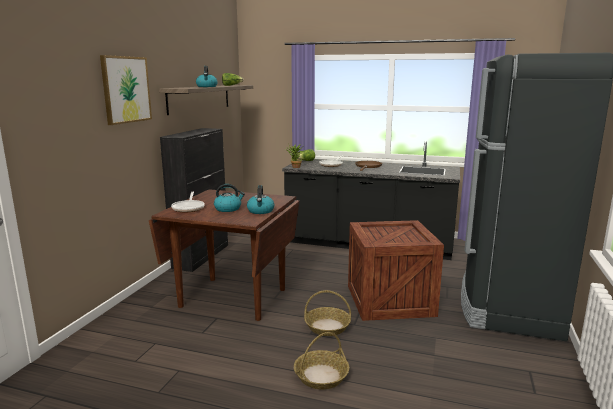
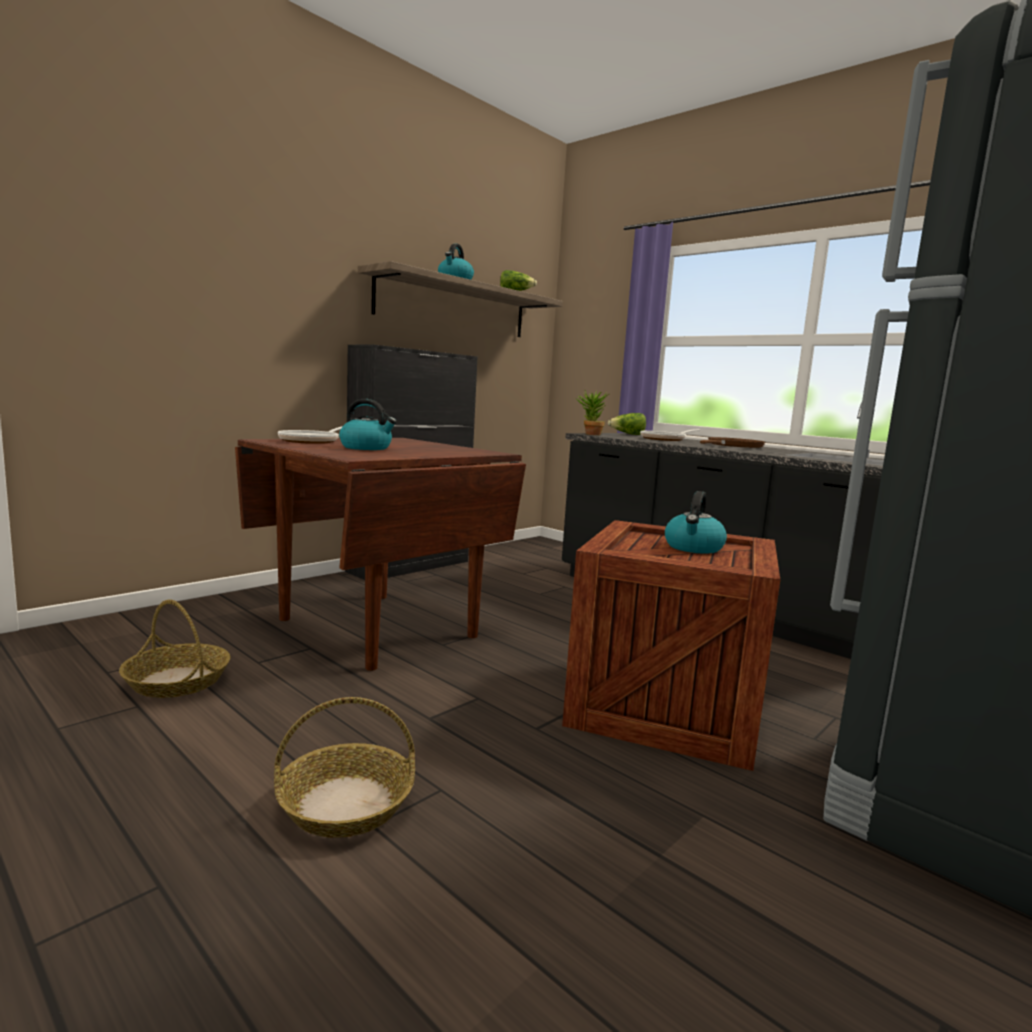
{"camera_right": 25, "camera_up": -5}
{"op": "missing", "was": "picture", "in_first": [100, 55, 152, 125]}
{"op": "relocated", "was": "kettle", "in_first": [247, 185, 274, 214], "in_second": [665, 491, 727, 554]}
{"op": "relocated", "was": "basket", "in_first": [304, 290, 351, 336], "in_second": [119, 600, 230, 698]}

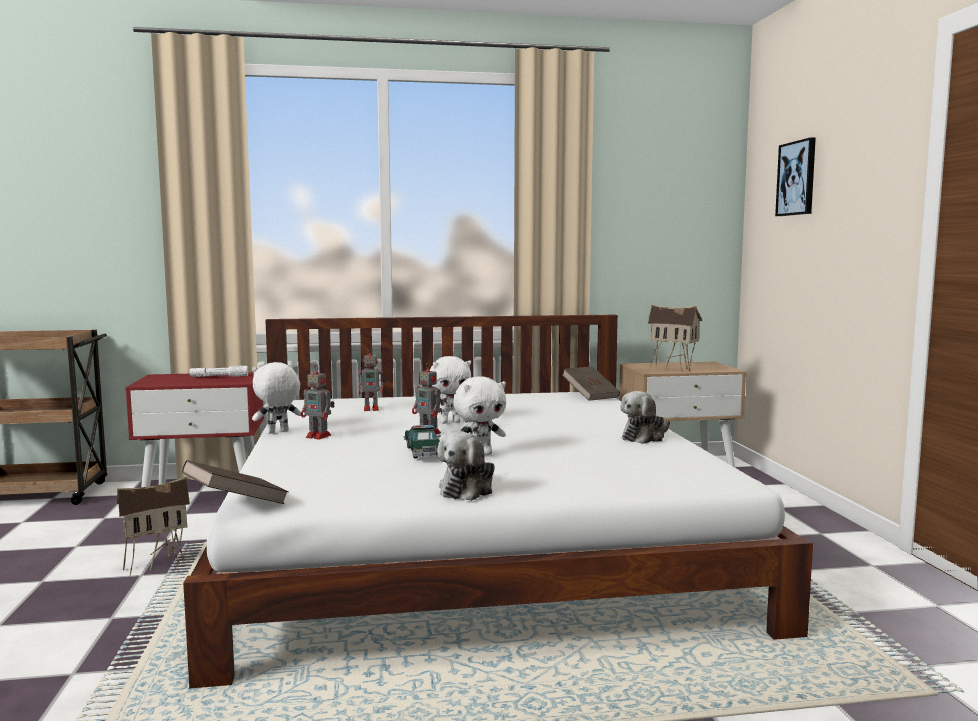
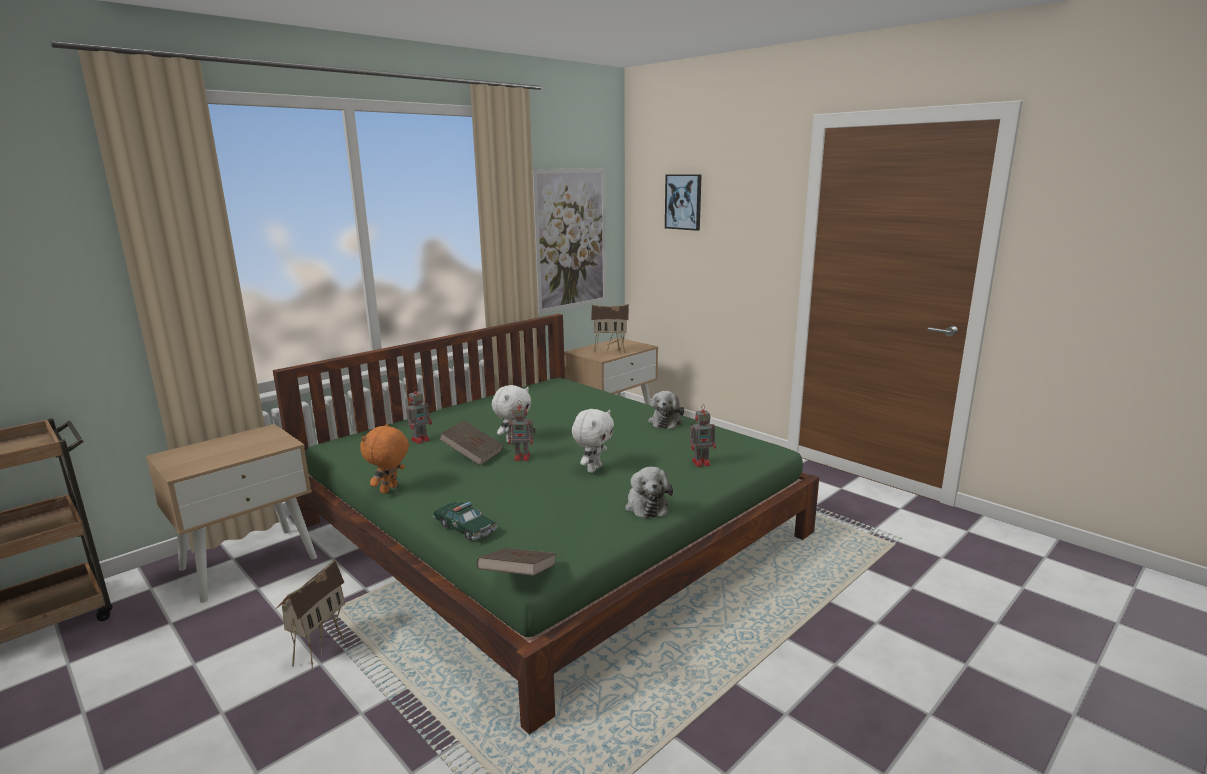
{"camera_right": -35, "camera_up": 10}
{"op": "colour", "was": "bed/white", "now": "bed/green", "in_first": [183, 315, 813, 689], "in_second": [273, 314, 819, 735]}
{"op": "colour", "was": "plush toy/white", "now": "plush toy/orange", "in_first": [252, 362, 301, 434], "in_second": [360, 424, 409, 494]}
{"op": "missing", "was": "flashlight/white", "in_first": [189, 365, 248, 377]}
{"op": "relocated", "was": "toy robot", "in_first": [301, 365, 335, 439], "in_second": [690, 405, 716, 467]}
{"op": "relocated", "was": "book/brown", "in_first": [562, 366, 620, 401], "in_second": [439, 421, 504, 465]}
{"op": "colour", "was": "nightstand/red", "now": "nightstand/beige", "in_first": [125, 372, 264, 487], "in_second": [146, 424, 317, 603]}
{"op": "relocated", "was": "toy car", "in_first": [403, 425, 441, 459], "in_second": [433, 502, 497, 541]}
{"op": "appeared", "now": "picture", "in_second": [532, 168, 606, 314]}

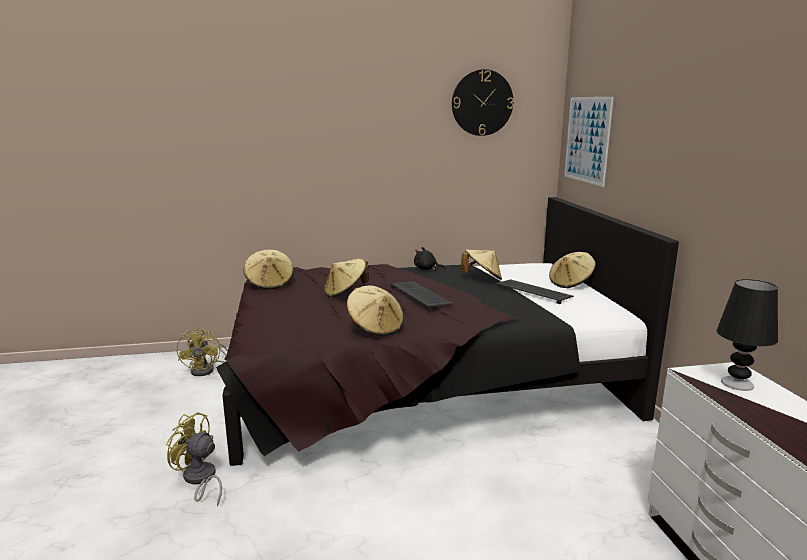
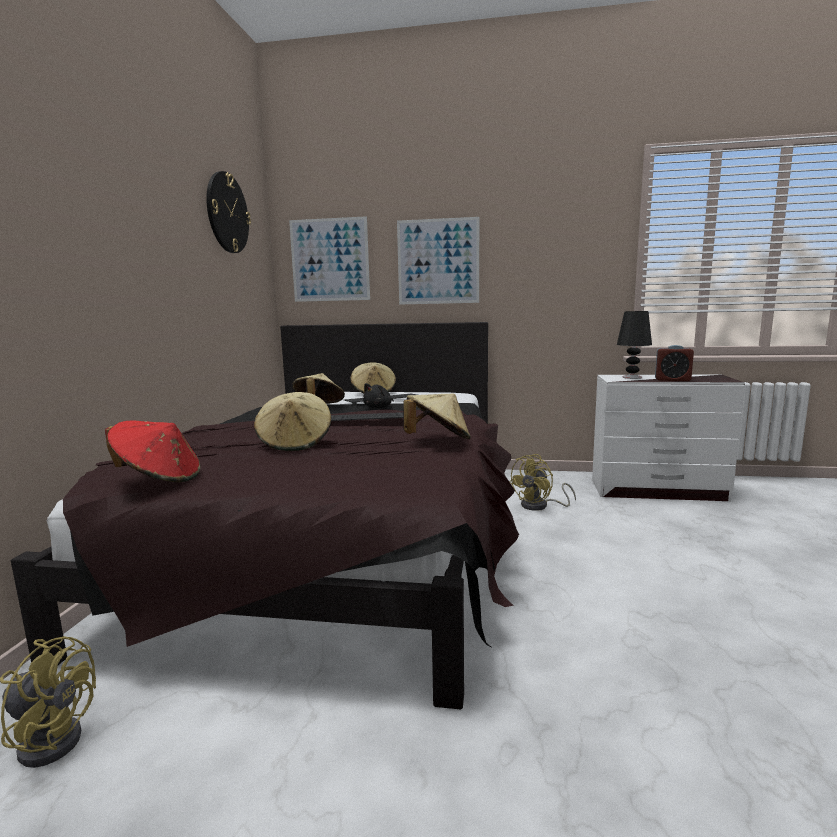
{"camera_right": -70, "camera_up": -5}
{"op": "relocated", "was": "plush toy/black", "in_first": [414, 247, 445, 270], "in_second": [363, 383, 394, 408]}
{"op": "colour", "was": "hat/beige", "now": "hat/red", "in_first": [243, 250, 294, 289], "in_second": [105, 421, 200, 482]}
{"op": "relocated", "was": "fan/yellow", "in_first": [166, 412, 222, 507], "in_second": [510, 454, 576, 511]}
{"op": "appeared", "now": "picture", "in_second": [397, 217, 479, 305]}
{"op": "appeared", "now": "alarm clock", "in_second": [655, 345, 694, 381]}

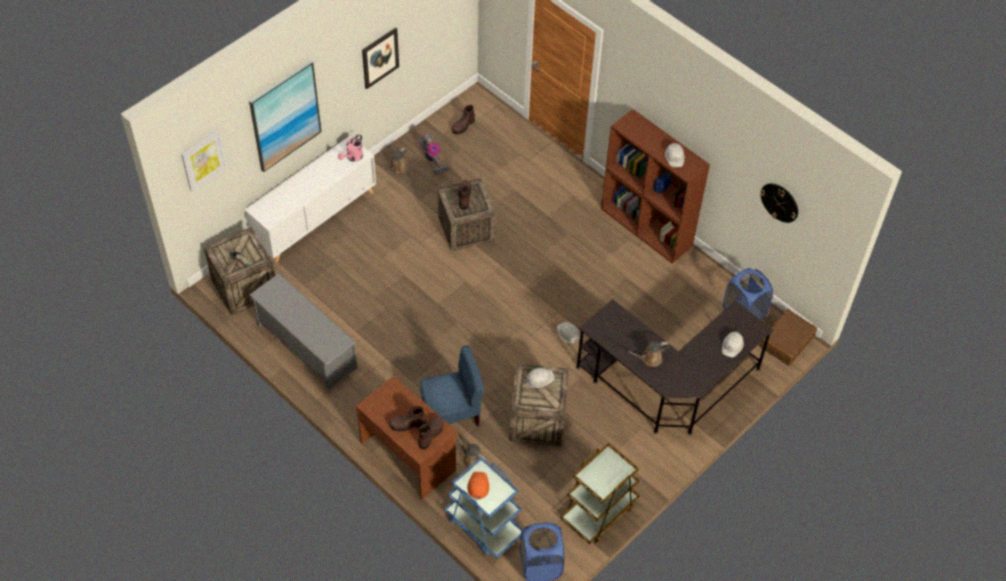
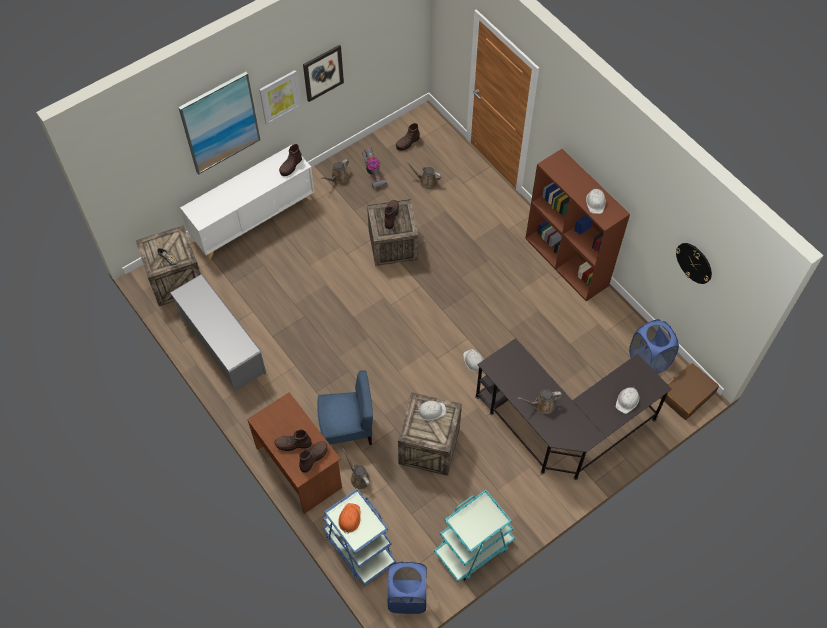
{"camera_right": 10, "camera_up": 5}
{"op": "relocated", "was": "picture", "in_first": [181, 130, 227, 192], "in_second": [259, 70, 301, 125]}
{"op": "exchanged", "was": "watering can/pink", "now": "boot/brown", "in_first": [338, 134, 363, 162], "in_second": [279, 144, 302, 176]}
{"op": "colour", "was": "cart/brown", "now": "cart/turquoise", "in_first": [561, 443, 639, 544], "in_second": [434, 490, 515, 582]}
{"op": "appeared", "now": "watering can/brown", "in_second": [406, 161, 442, 189]}

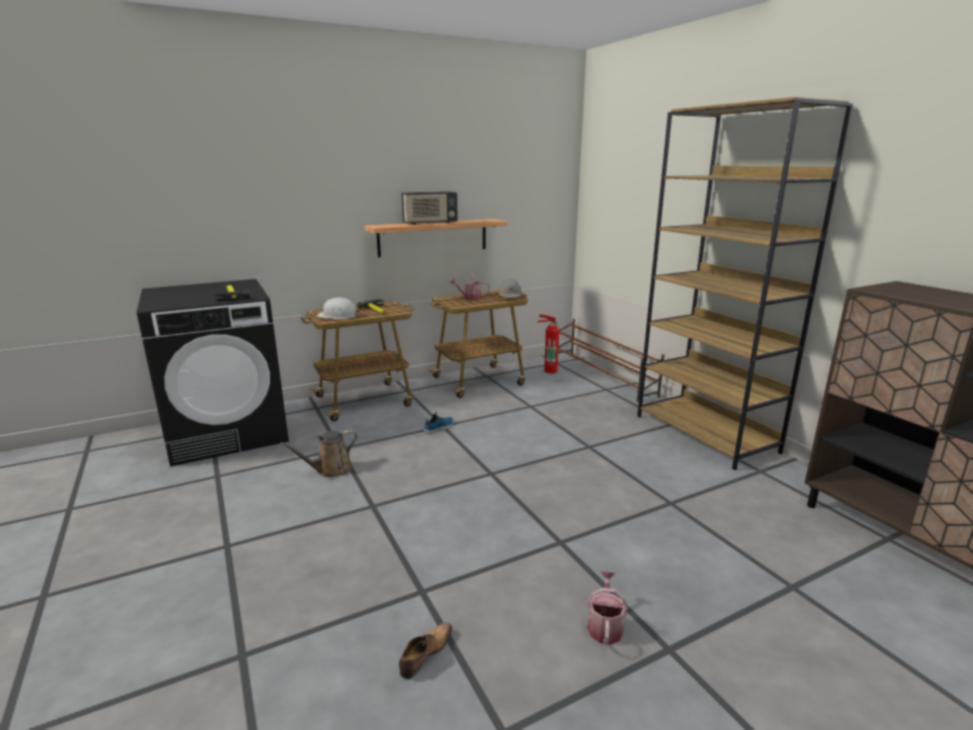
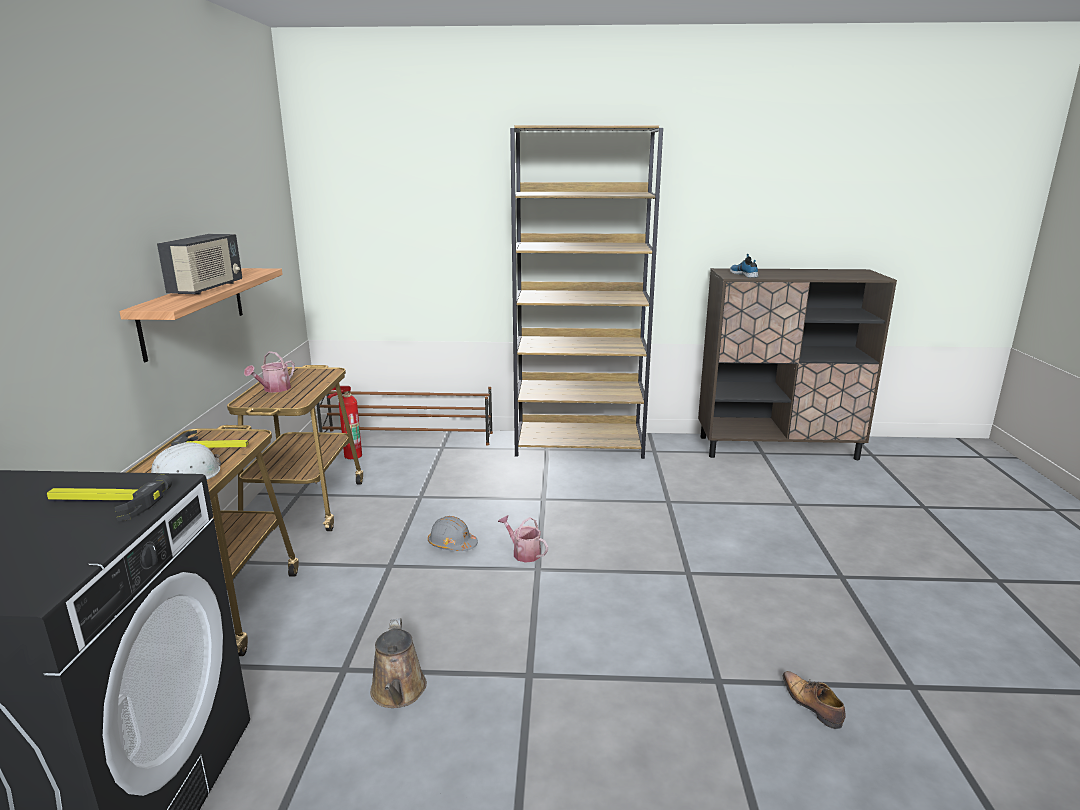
{"camera_right": -60, "camera_up": 0}
{"op": "relocated", "was": "hard hat/grey", "in_first": [498, 278, 523, 298], "in_second": [428, 516, 478, 552]}
{"op": "relocated", "was": "shoe", "in_first": [424, 412, 453, 434], "in_second": [730, 254, 758, 278]}
{"op": "relocated", "was": "watering can", "in_first": [587, 571, 628, 645], "in_second": [498, 515, 548, 563]}

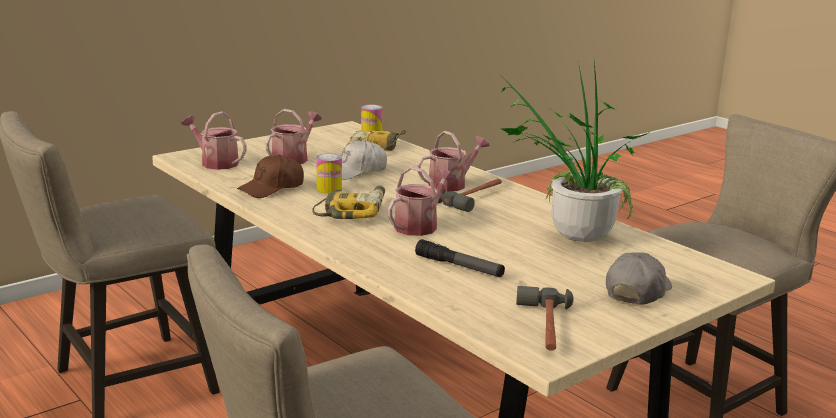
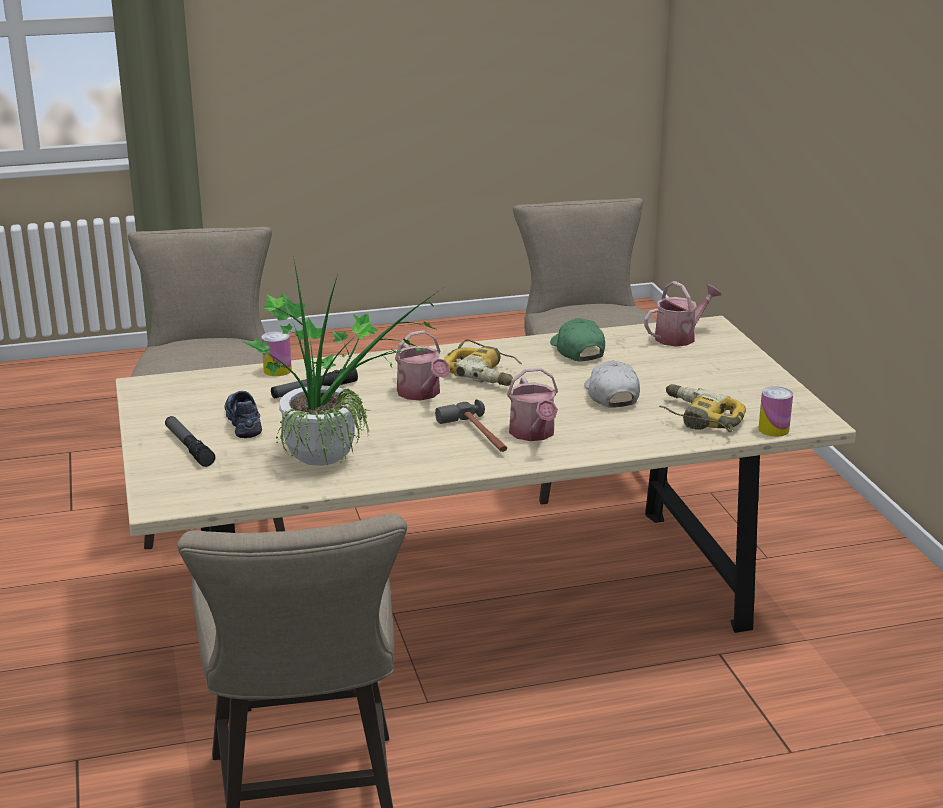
{"camera_right": 115, "camera_up": 5}
{"op": "missing", "was": "watering can", "in_first": [265, 109, 322, 164]}
{"op": "relocated", "was": "can", "in_first": [316, 153, 342, 194], "in_second": [261, 331, 292, 376]}
{"op": "colour", "was": "cap/brown", "now": "cap/green", "in_first": [237, 155, 304, 198], "in_second": [550, 318, 605, 361]}
{"op": "exchanged", "was": "cap/grey", "now": "flashlight", "in_first": [606, 252, 672, 305], "in_second": [165, 416, 215, 467]}
{"op": "missing", "was": "hammer", "in_first": [516, 286, 573, 351]}
{"op": "appeared", "now": "shoe", "in_second": [224, 391, 262, 438]}

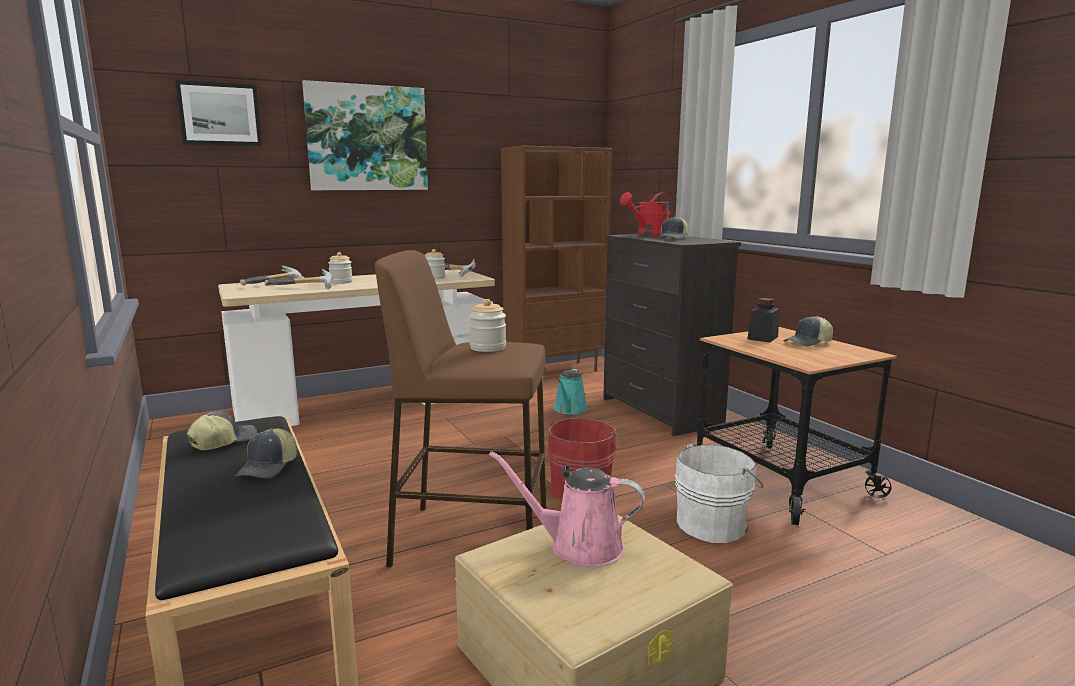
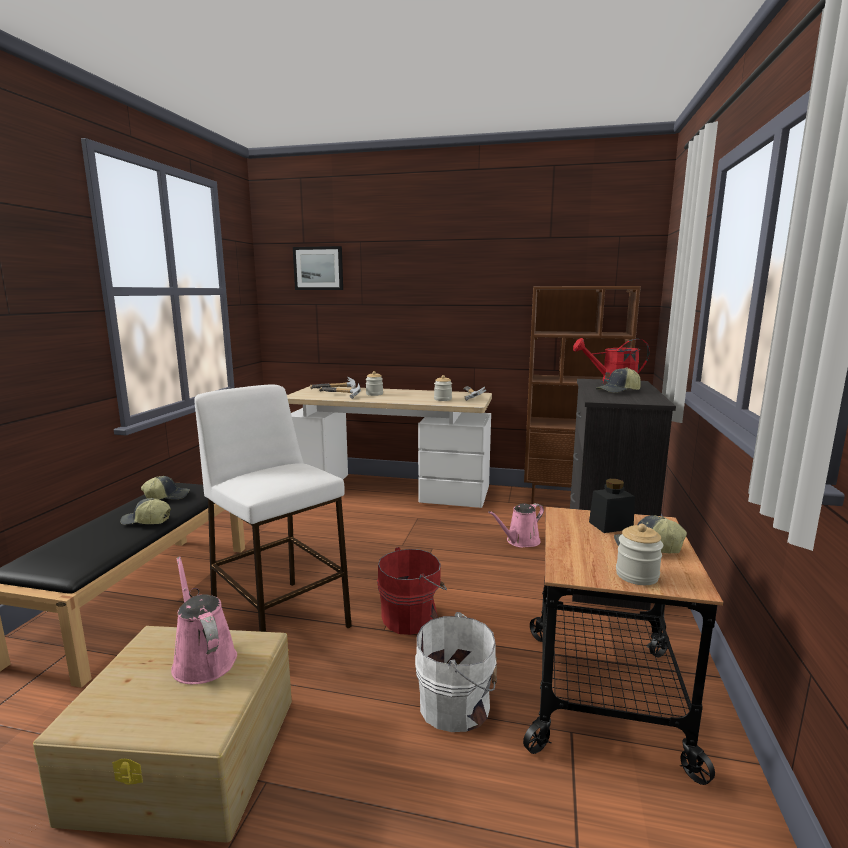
{"camera_right": 40, "camera_up": 0}
{"op": "missing", "was": "picture", "in_first": [302, 80, 428, 190]}
{"op": "colour", "was": "stool/brown", "now": "stool/white", "in_first": [375, 250, 546, 567], "in_second": [194, 385, 352, 632]}
{"op": "relocated", "was": "jar", "in_first": [469, 299, 506, 352], "in_second": [616, 524, 663, 585]}
{"op": "colour", "was": "watering can/turquoise", "now": "watering can/pink", "in_first": [554, 369, 588, 415], "in_second": [488, 503, 544, 548]}
{"op": "spun", "was": "cap", "in_first": [235, 428, 297, 478], "in_second": [120, 498, 171, 525], "clockwise": 45}

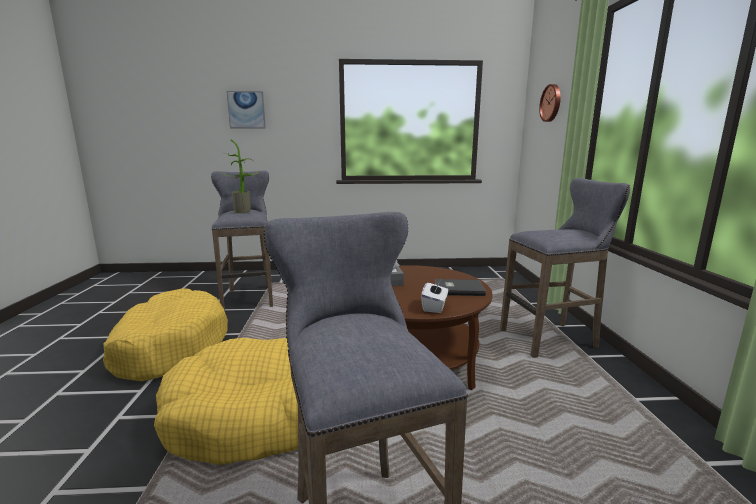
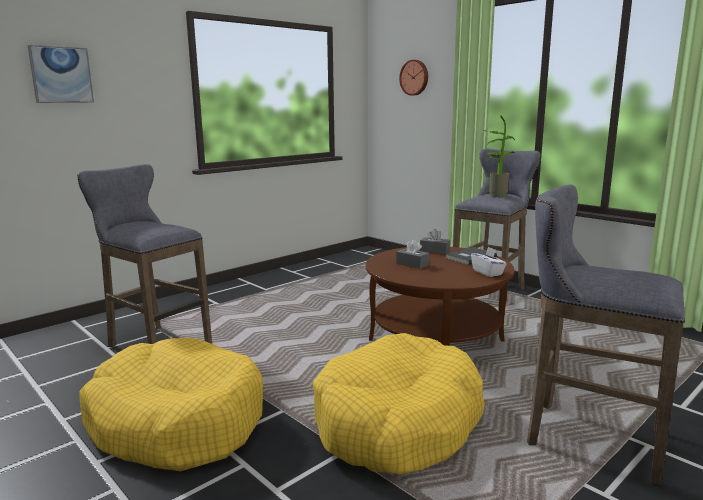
{"camera_right": -40, "camera_up": 0}
{"op": "relocated", "was": "potted plant", "in_first": [220, 139, 260, 213], "in_second": [484, 115, 515, 197]}
{"op": "appeared", "now": "tissue box/grey", "in_second": [420, 229, 450, 254]}

